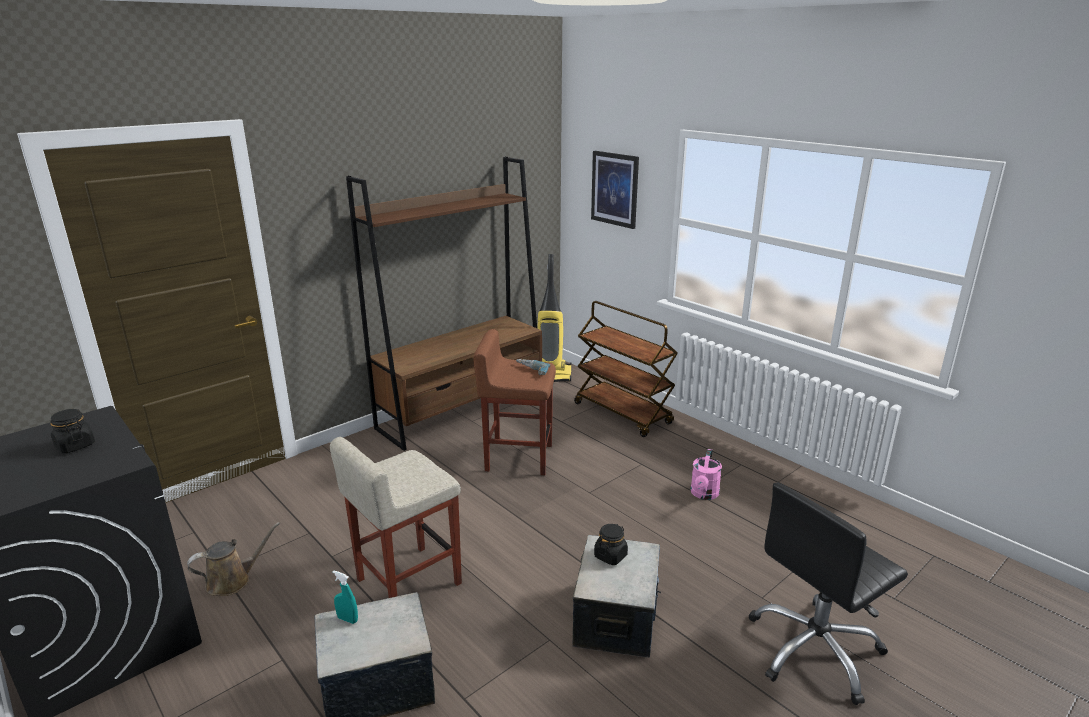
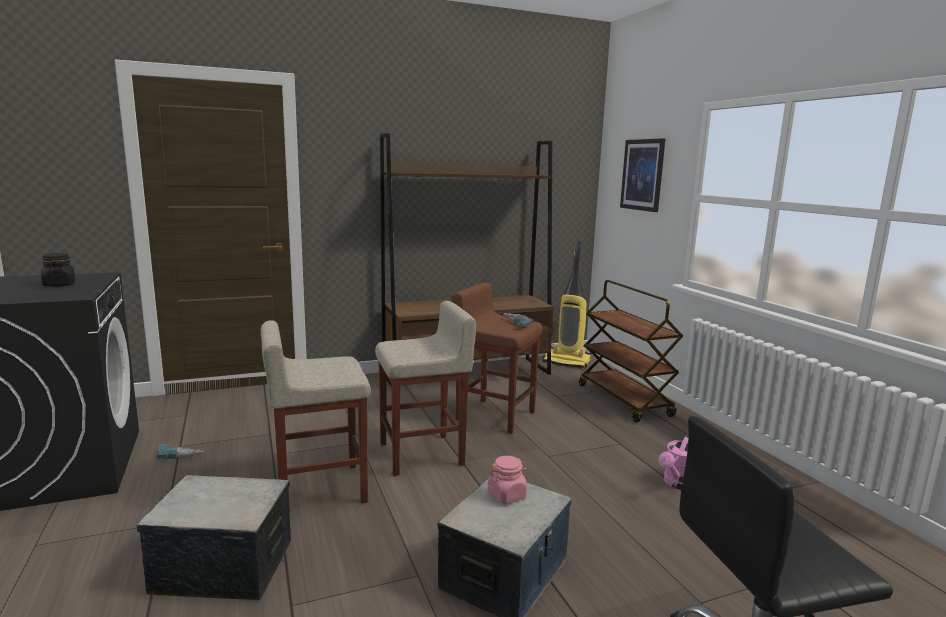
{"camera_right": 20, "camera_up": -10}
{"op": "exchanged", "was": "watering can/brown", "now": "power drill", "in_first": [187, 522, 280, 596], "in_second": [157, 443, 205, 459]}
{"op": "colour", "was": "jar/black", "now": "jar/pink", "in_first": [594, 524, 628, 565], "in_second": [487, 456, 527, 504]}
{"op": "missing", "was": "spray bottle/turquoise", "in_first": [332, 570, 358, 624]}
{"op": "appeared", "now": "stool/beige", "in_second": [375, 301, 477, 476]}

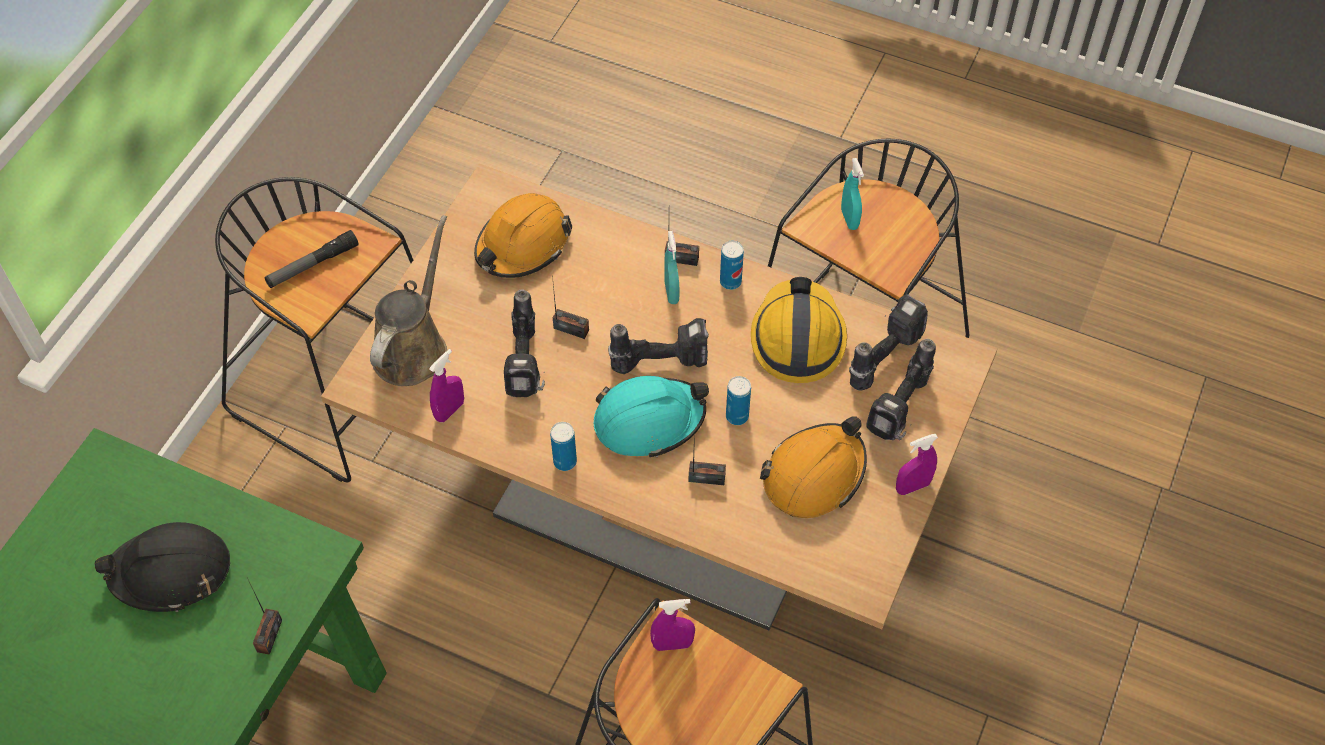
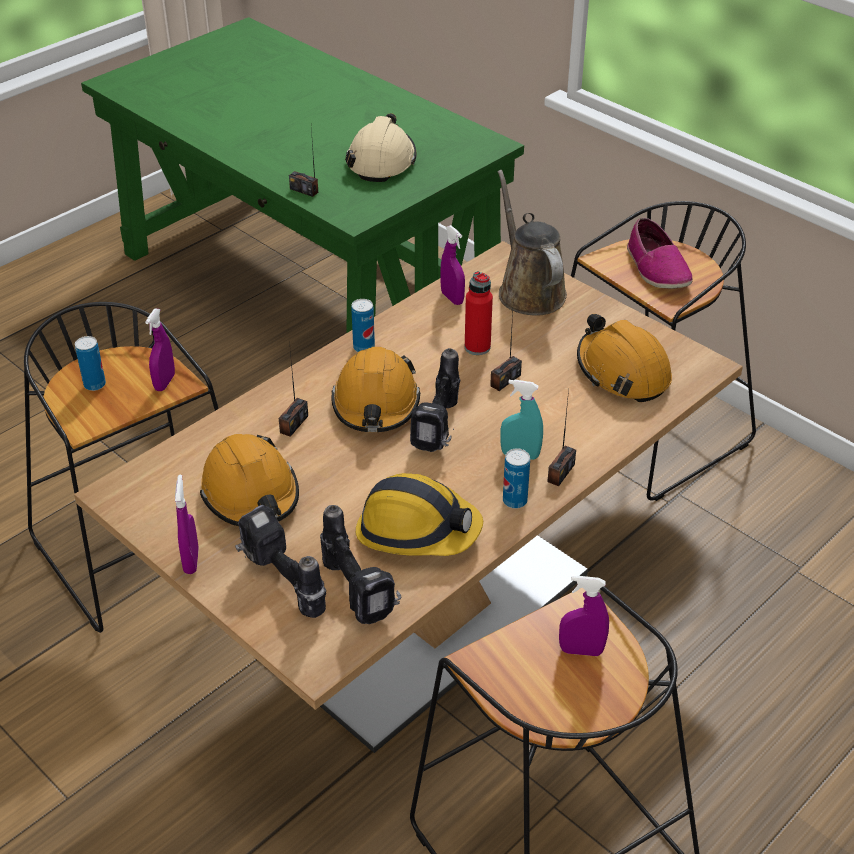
{"camera_right": 110, "camera_up": -15}
{"op": "colour", "was": "spray bottle/turquoise", "now": "spray bottle/purple", "in_first": [841, 158, 864, 230], "in_second": [559, 576, 609, 656]}
{"op": "spun", "was": "watering can/brown", "in_first": [370, 215, 447, 386], "in_second": [498, 170, 567, 315], "clockwise": -150}
{"op": "exchanged", "was": "flashlight", "now": "shoe", "in_first": [265, 230, 359, 288], "in_second": [627, 218, 693, 289]}
{"op": "exchanged", "was": "power drill", "now": "bottle/red", "in_first": [504, 289, 545, 397], "in_second": [465, 271, 493, 355]}
{"op": "colour", "was": "hard hat/turquoise", "now": "hard hat/orange", "in_first": [594, 376, 709, 457], "in_second": [331, 347, 420, 432]}
{"op": "relocated", "was": "can", "in_first": [726, 376, 751, 425], "in_second": [75, 336, 106, 391]}
{"op": "colour", "was": "hard hat/black", "now": "hard hat/beige", "in_first": [95, 522, 230, 612], "in_second": [345, 113, 417, 182]}

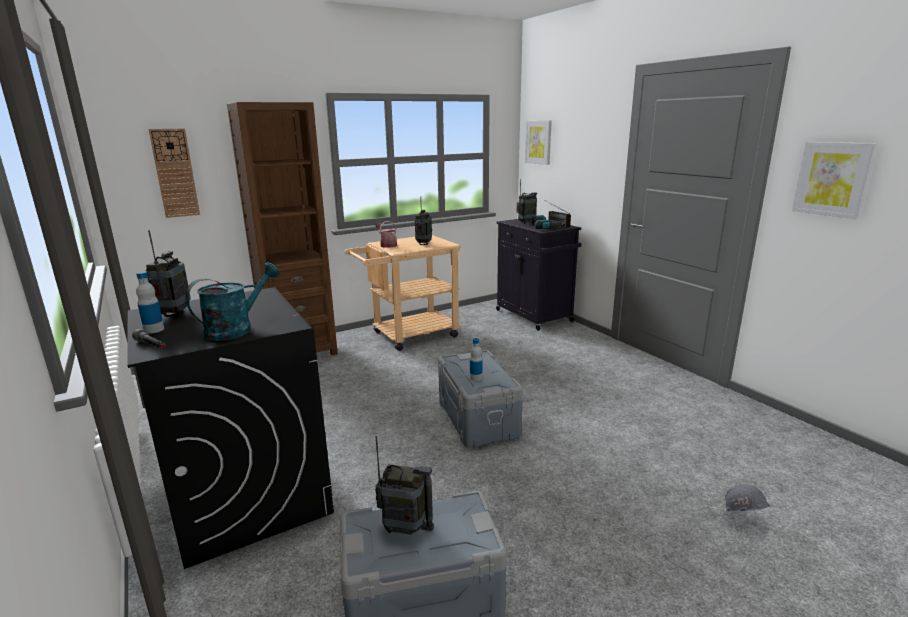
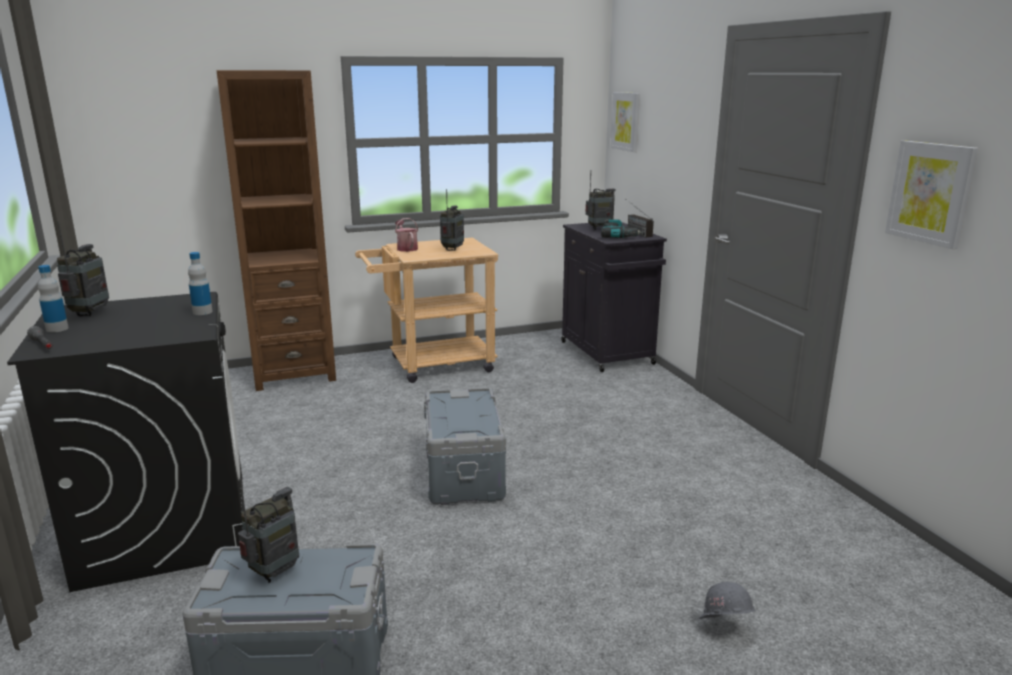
{"camera_right": 10, "camera_up": 0}
{"op": "missing", "was": "wall clock", "in_first": [148, 128, 200, 218]}
{"op": "missing", "was": "watering can/turquoise", "in_first": [185, 262, 280, 341]}
{"op": "relocated", "was": "bottle", "in_first": [470, 338, 483, 381], "in_second": [188, 252, 213, 315]}
{"op": "spun", "was": "radio", "in_first": [375, 436, 434, 535], "in_second": [238, 478, 299, 583], "clockwise": -75}

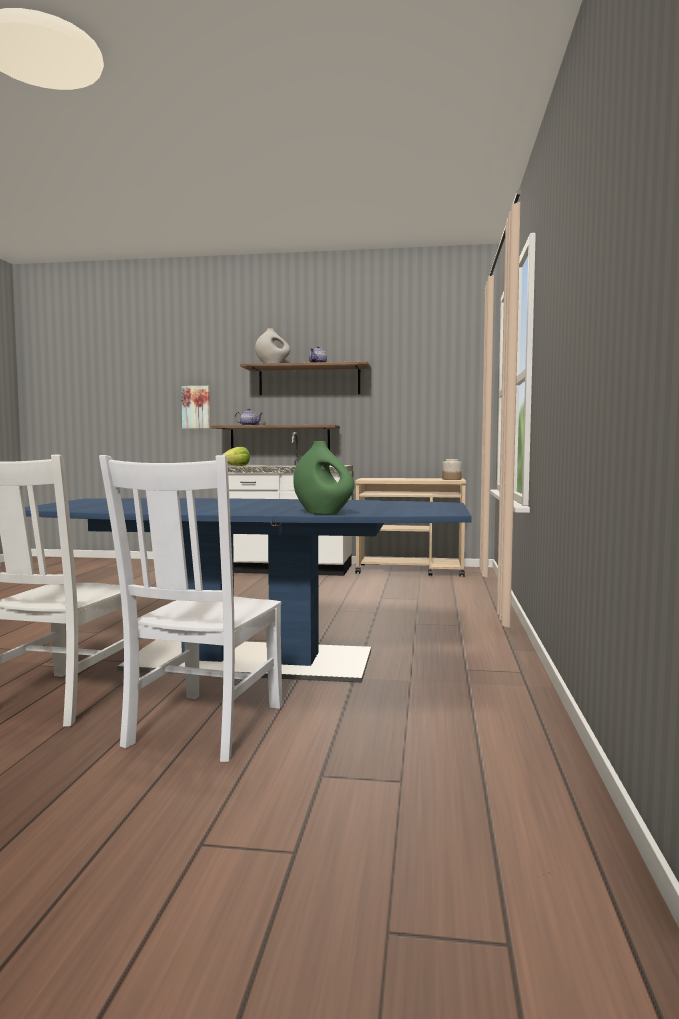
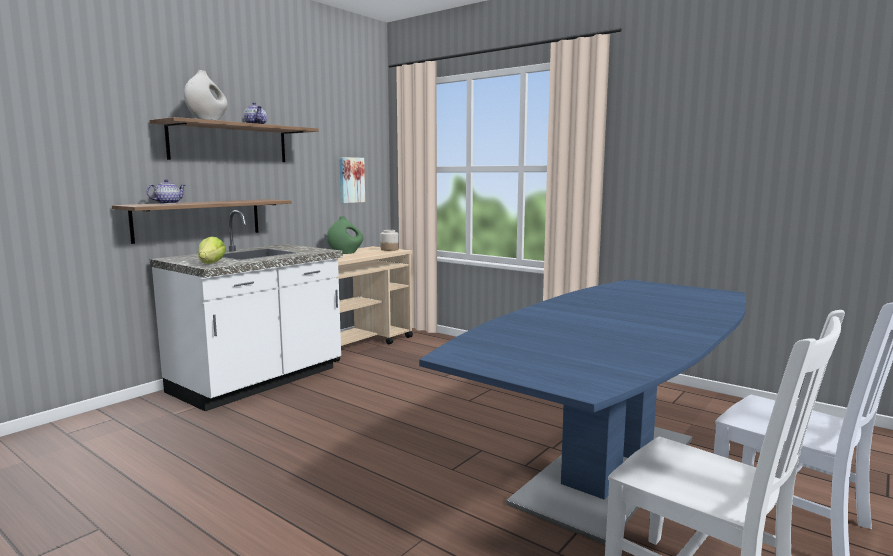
{"camera_right": -60, "camera_up": 5}
{"op": "relocated", "was": "picture", "in_first": [181, 386, 210, 429], "in_second": [339, 157, 365, 203]}
{"op": "relocated", "was": "vase/green", "in_first": [293, 441, 355, 514], "in_second": [327, 216, 363, 254]}

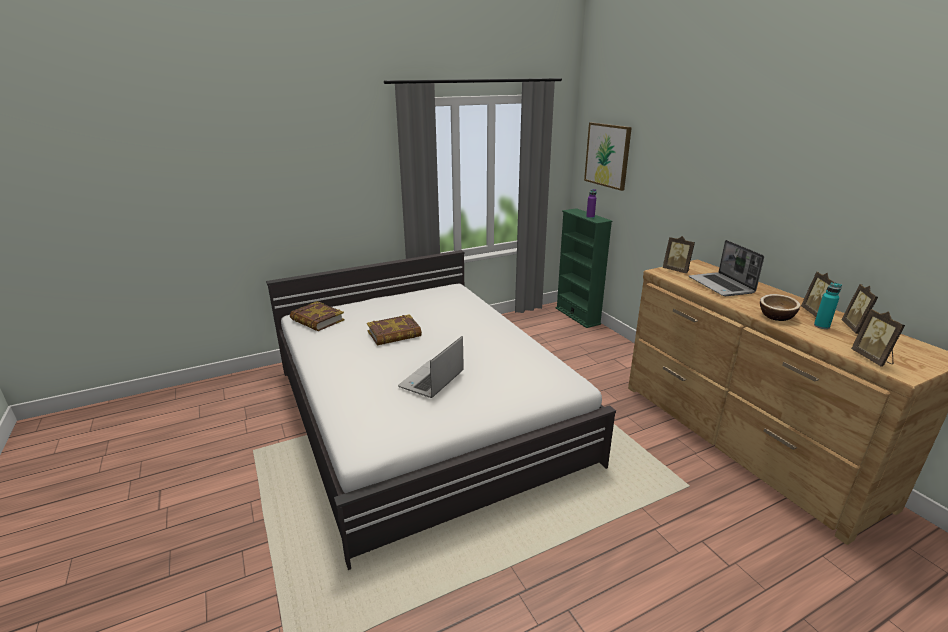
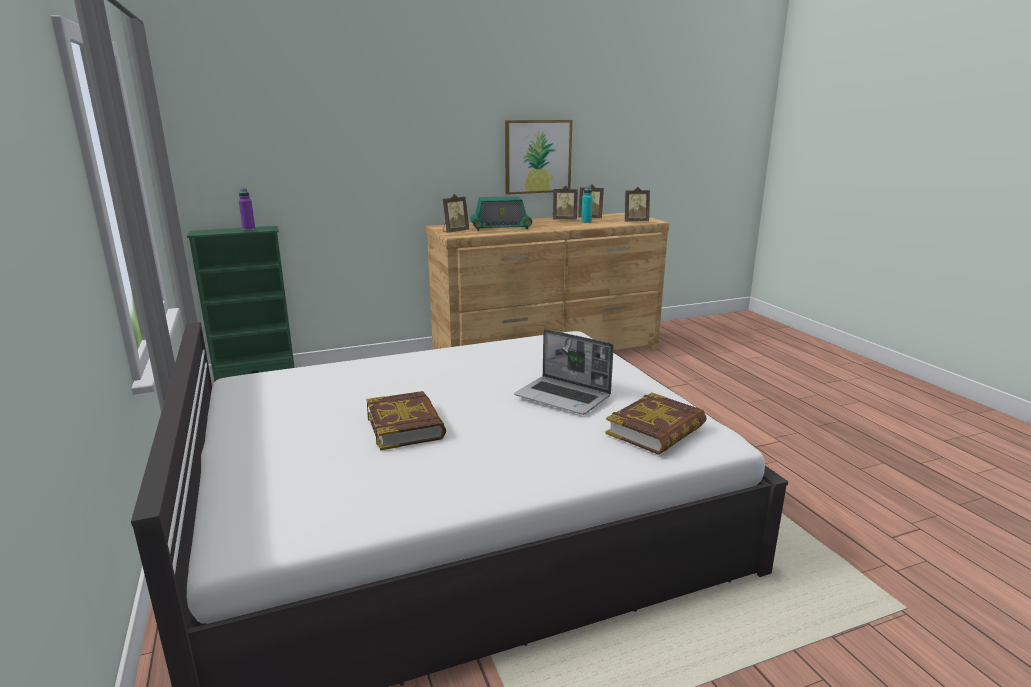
{"camera_right": -85, "camera_up": -5}
{"op": "relocated", "was": "picture", "in_first": [584, 122, 632, 191], "in_second": [505, 120, 572, 195]}
{"op": "exchanged", "was": "laptop", "now": "radio", "in_first": [688, 240, 764, 296], "in_second": [470, 196, 532, 231]}
{"op": "missing", "was": "bowl", "in_first": [760, 294, 801, 321]}
{"op": "relocated", "was": "book", "in_first": [290, 301, 344, 331], "in_second": [605, 393, 706, 455]}

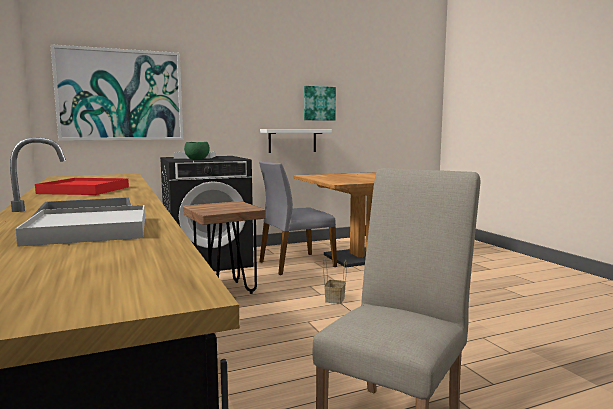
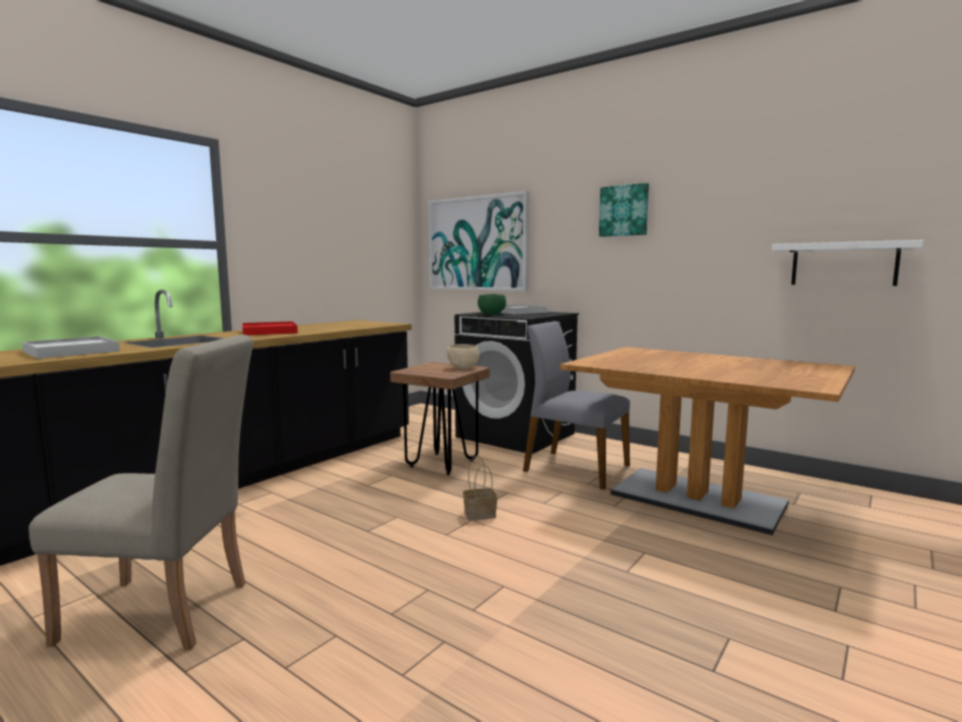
{"camera_right": 60, "camera_up": 0}
{"op": "relocated", "was": "picture", "in_first": [304, 86, 336, 121], "in_second": [599, 183, 649, 237]}
{"op": "relocated", "was": "shelf/white", "in_first": [260, 129, 332, 153], "in_second": [771, 240, 924, 286]}
{"op": "appeared", "now": "bowl/beige", "in_second": [446, 344, 479, 369]}

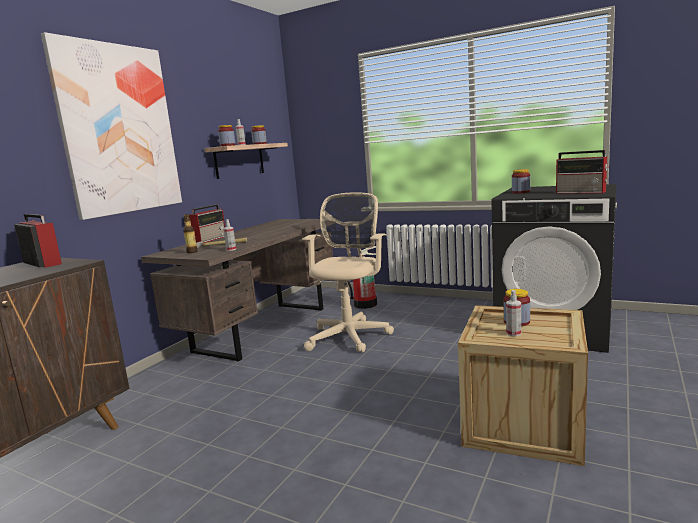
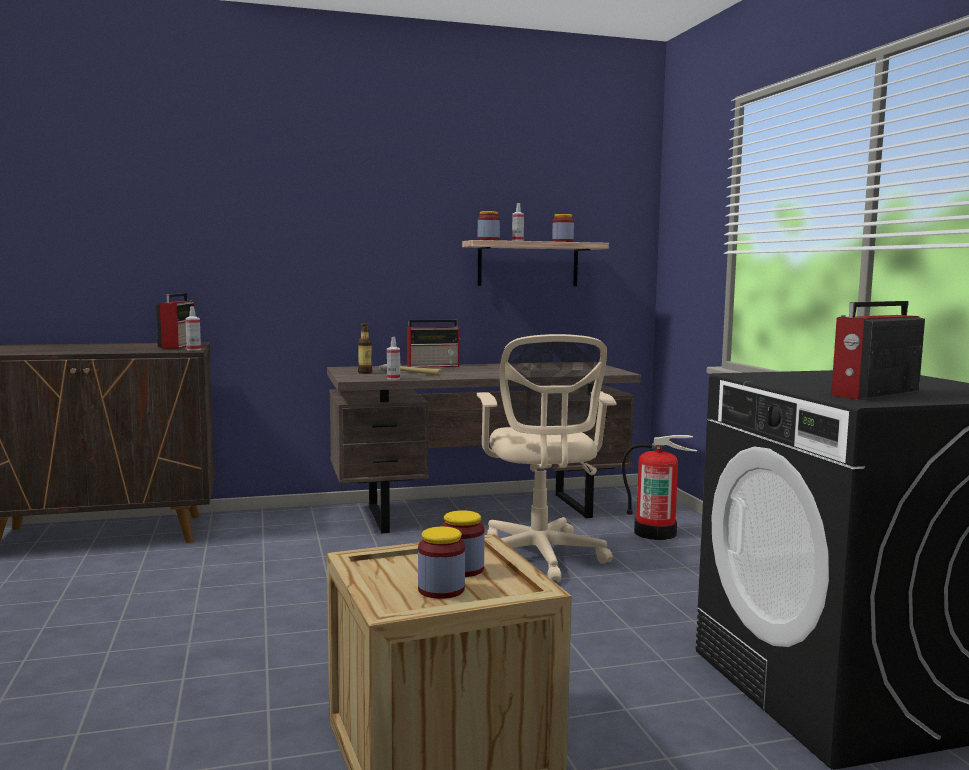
{"camera_right": 45, "camera_up": -5}
{"op": "missing", "was": "picture", "in_first": [41, 32, 182, 220]}
{"op": "spun", "was": "radio", "in_first": [556, 150, 609, 194], "in_second": [831, 301, 925, 399], "clockwise": 60}
{"op": "relocated", "was": "jar", "in_first": [512, 169, 530, 193], "in_second": [418, 527, 465, 599]}
{"op": "spun", "was": "office chair/beige", "in_first": [302, 192, 394, 352], "in_second": [477, 334, 617, 582], "clockwise": 105}
{"op": "relocated", "was": "spray bottle", "in_first": [506, 290, 521, 336], "in_second": [185, 306, 201, 351]}

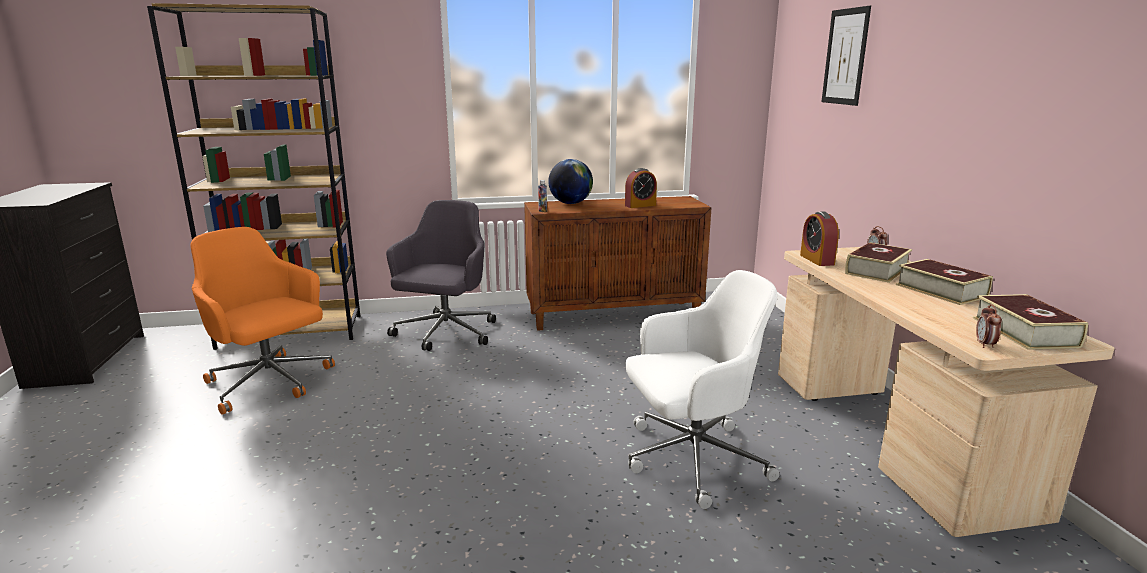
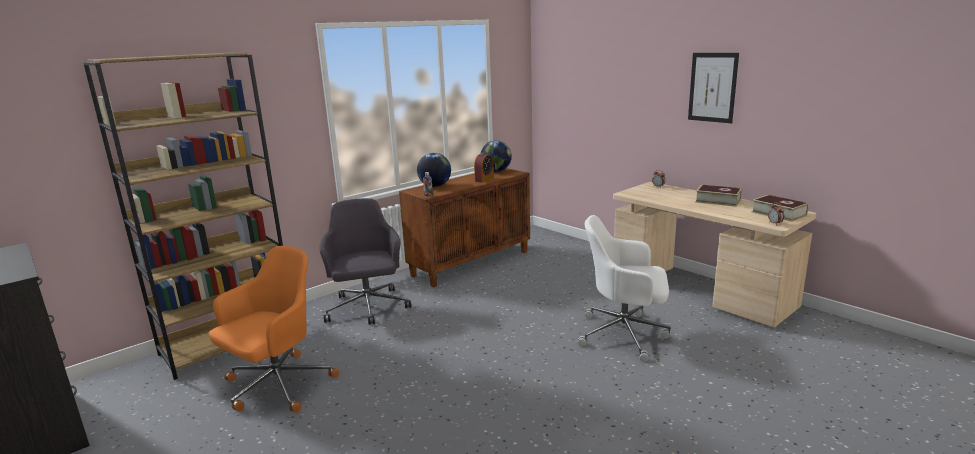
{"camera_right": -30, "camera_up": 0}
{"op": "relocated", "was": "picture", "in_first": [822, 6, 871, 106], "in_second": [688, 53, 739, 123]}
{"op": "missing", "was": "alarm clock", "in_first": [800, 212, 839, 266]}
{"op": "spun", "was": "office chair/orange", "in_first": [190, 227, 335, 415], "in_second": [209, 246, 339, 413], "clockwise": 120}
{"op": "missing", "was": "book", "in_first": [845, 242, 912, 283]}
{"op": "spun", "was": "office chair/white", "in_first": [626, 270, 780, 509], "in_second": [578, 215, 671, 362], "clockwise": -120}
{"op": "appeared", "now": "globe", "in_second": [481, 140, 512, 172]}

